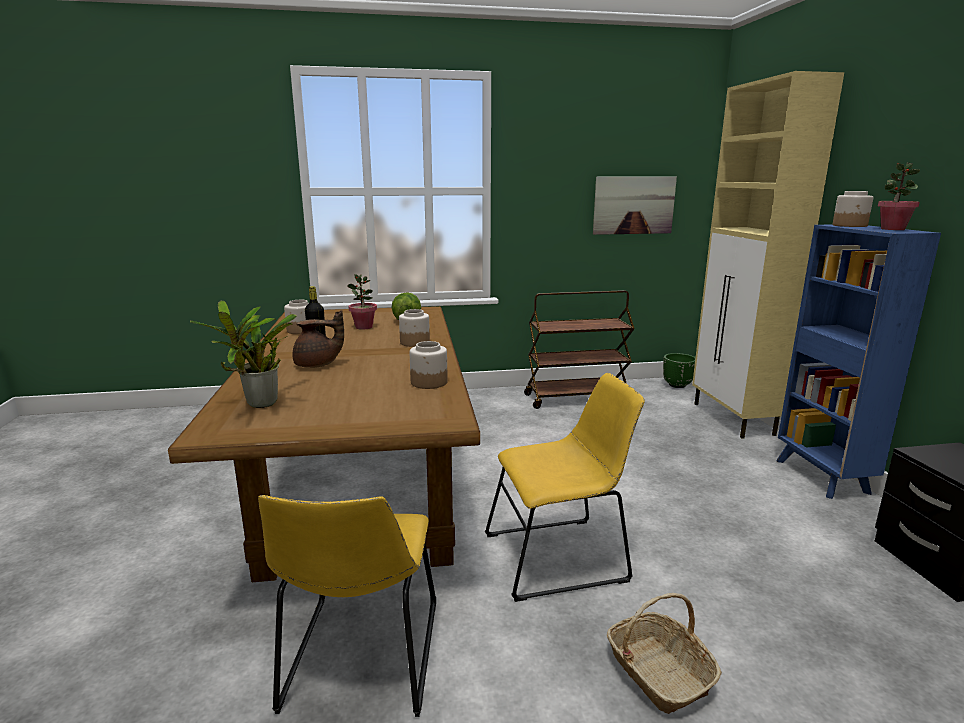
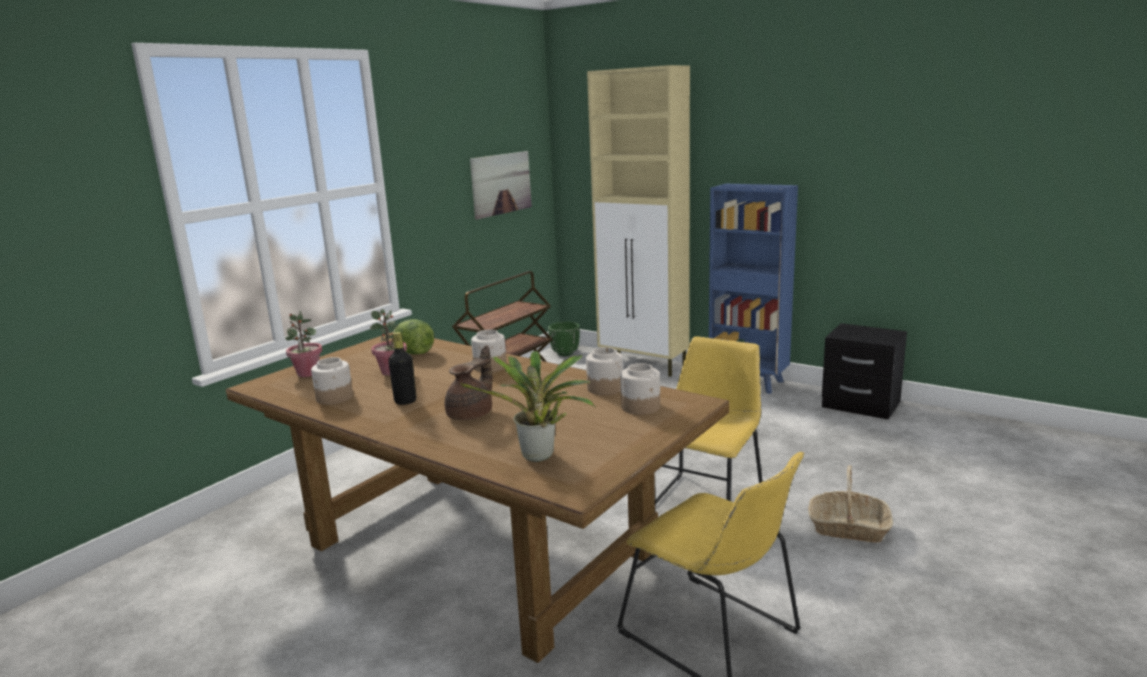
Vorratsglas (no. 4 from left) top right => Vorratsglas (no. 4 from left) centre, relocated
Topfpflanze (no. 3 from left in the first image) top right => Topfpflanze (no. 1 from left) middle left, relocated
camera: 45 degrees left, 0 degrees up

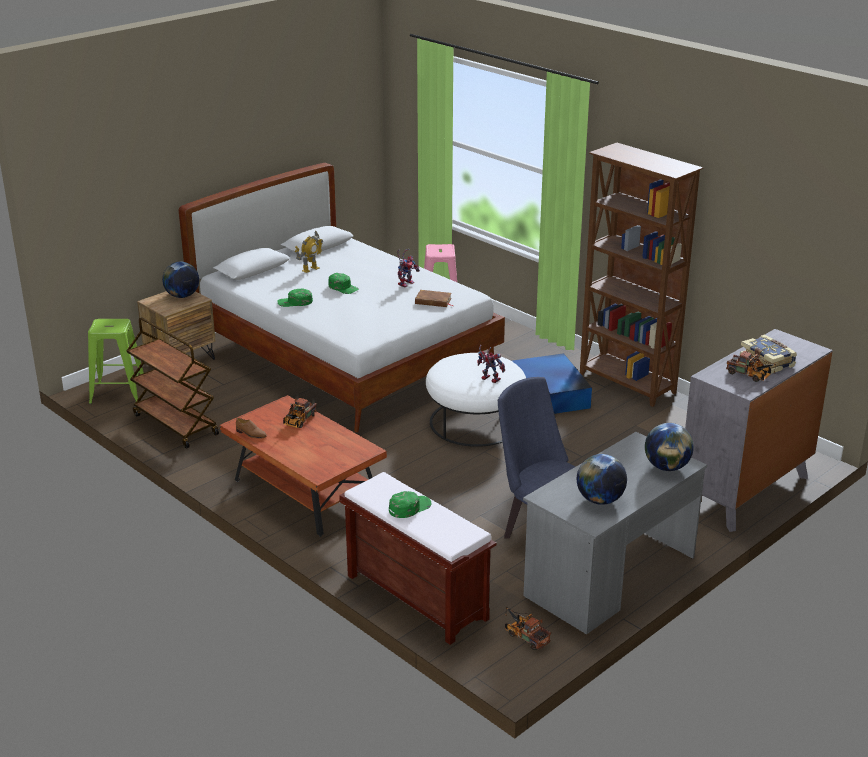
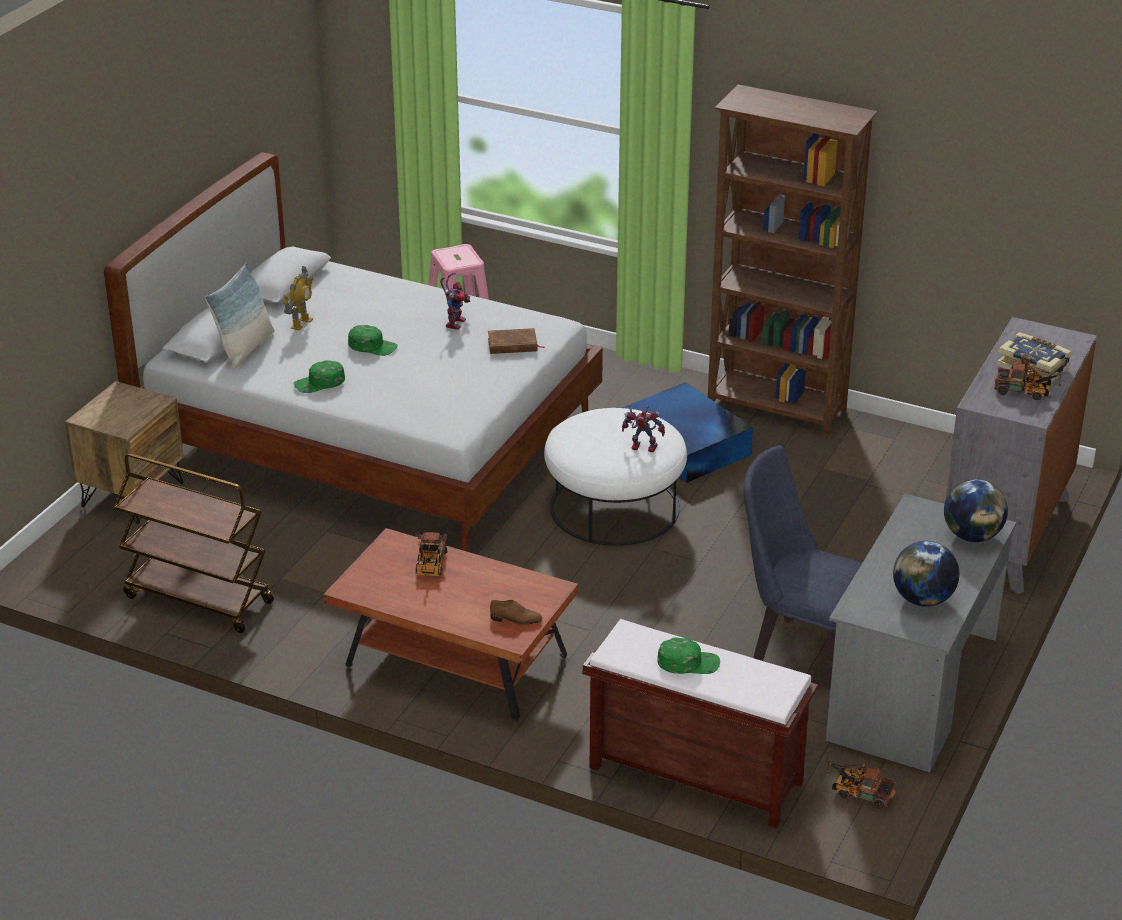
Hocker (grün) middle left => nothing
Globus (no. 1 from left) middle left => nothing
Schuh (braun) middle left => Schuh (braun) centre, relocated
Kappe (grün) (no. 3 from left) centre => Kappe (grün) (no. 3 from left) bottom centre, 60 degrees clockwise
nothing => Kissen middle left
camera: 20 degrees left, 5 degrees up

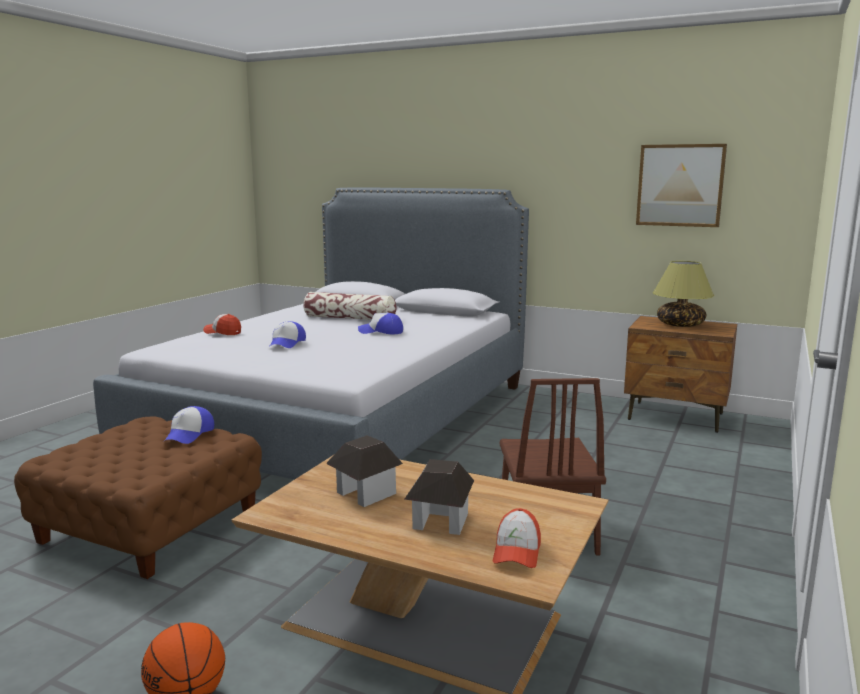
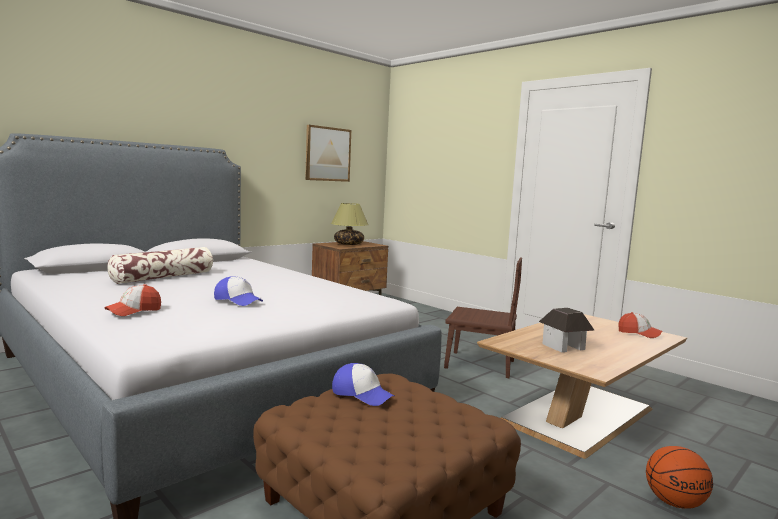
Kappe (no. 4 from left) centre => nothing
Spielzeughaus (no. 2 from left) bottom centre => nothing
camera: 70 degrees left, 5 degrees down

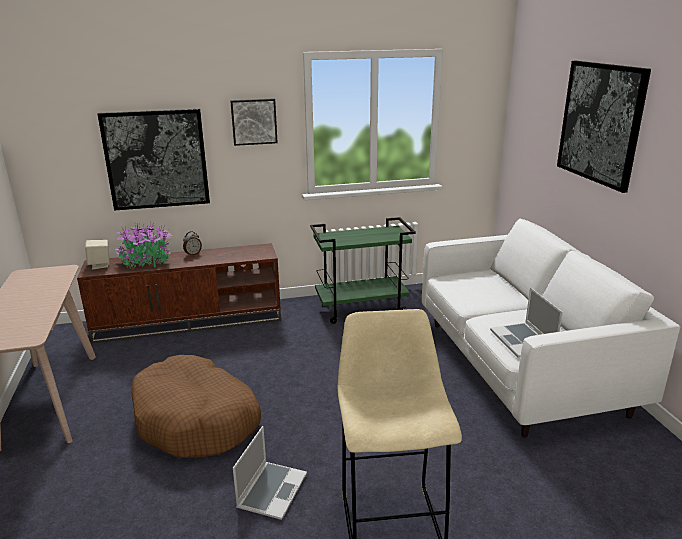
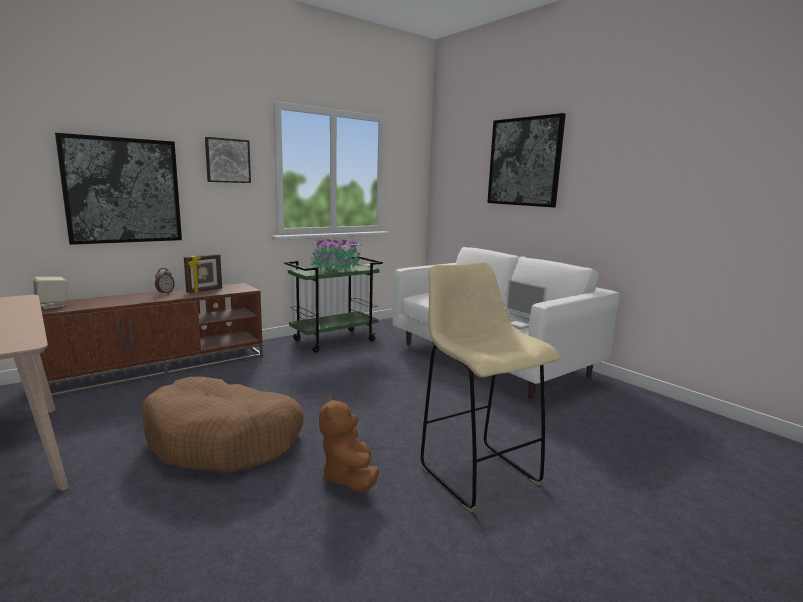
Topfpflanze middle left => Topfpflanze centre, relocated
Laptop (no. 1 from left) bottom centre => Plüschtier (braun) bottom centre
nothing => Bilderrahmen middle left
camera: 25 degrees left, 10 degrees down

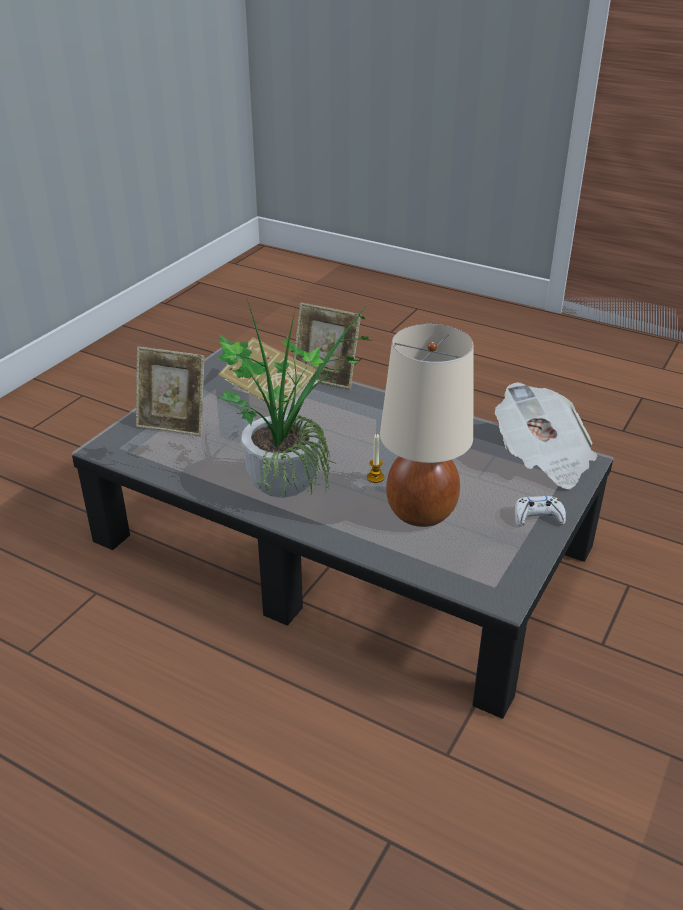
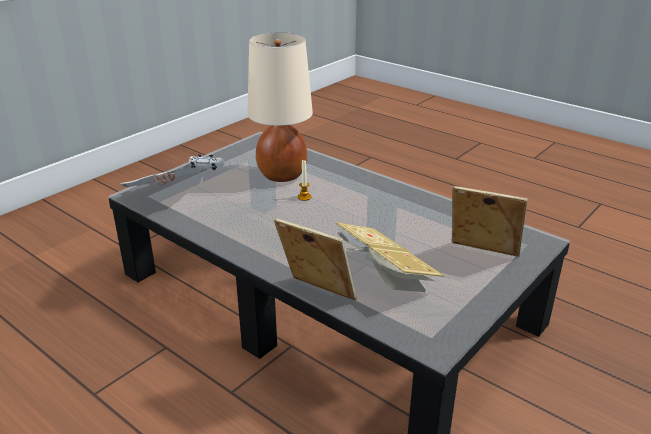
Topfpflanze centre => nothing
camera: 170 degrees left, 5 degrees down

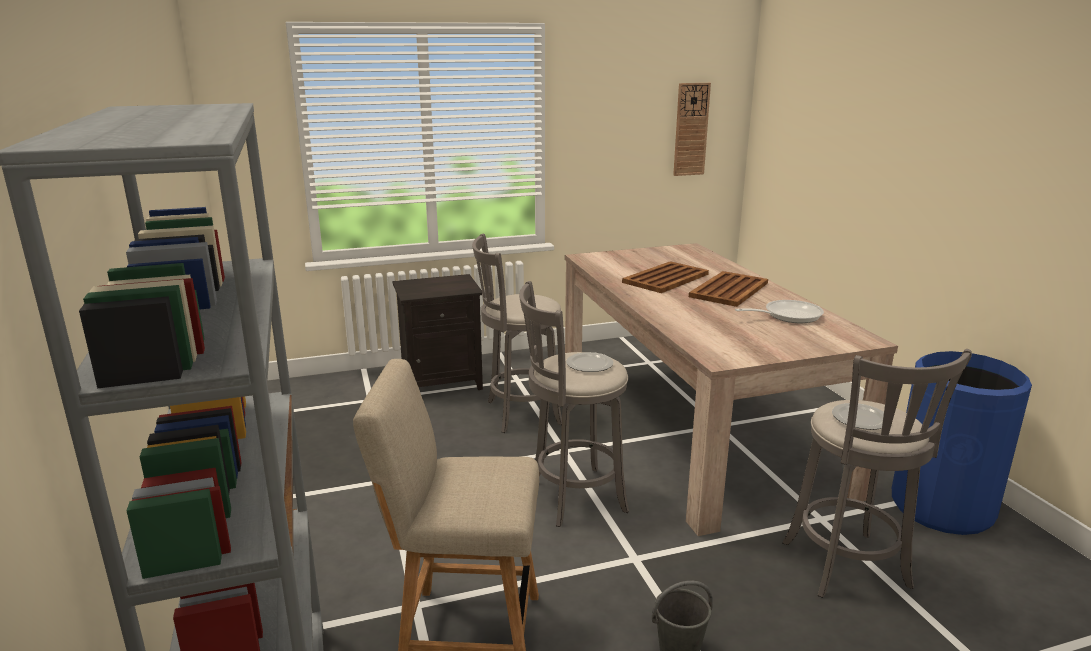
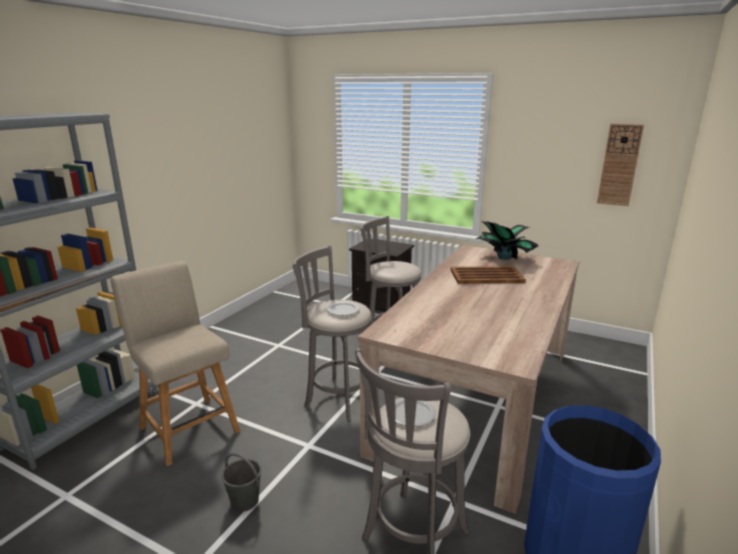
Tablett (braun) (no. 2 from left) middle right => nothing
Pfanne middle right => nothing
nothing => Topfpflanze middle right
camera: 45 degrees right, 0 degrees up

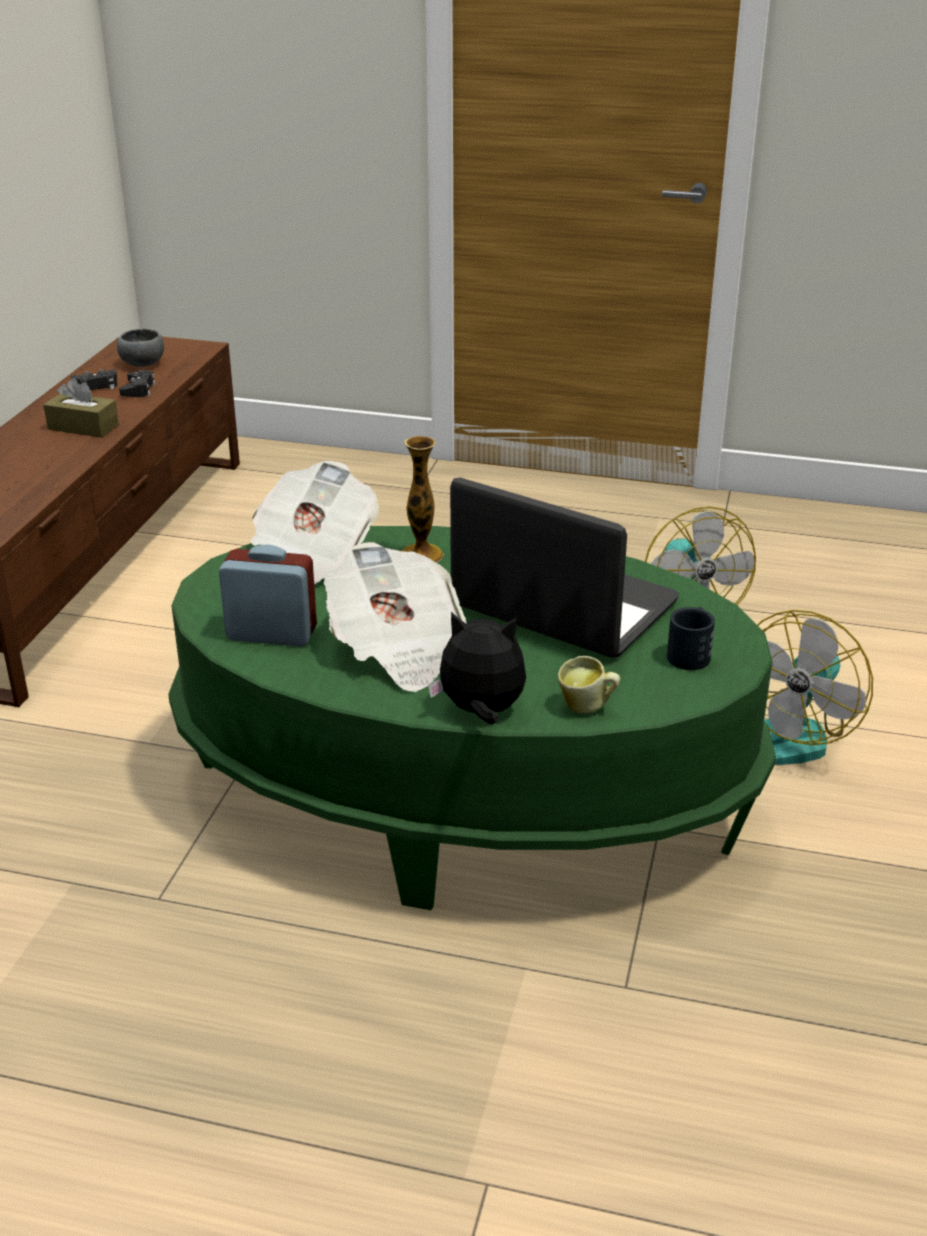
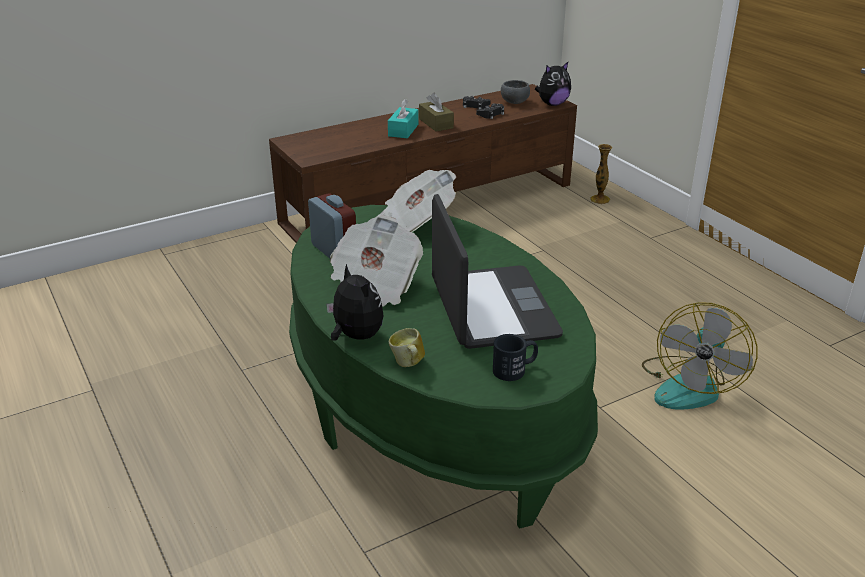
Vase centre => Vase top right, relocated
Ventilator (no. 2 from left) middle right => nothing
nothing => Taschentuchbox (türkis) top centre
nothing => Plüschtier (no. 2 from left) top centre
camera: 45 degrees right, 0 degrees up

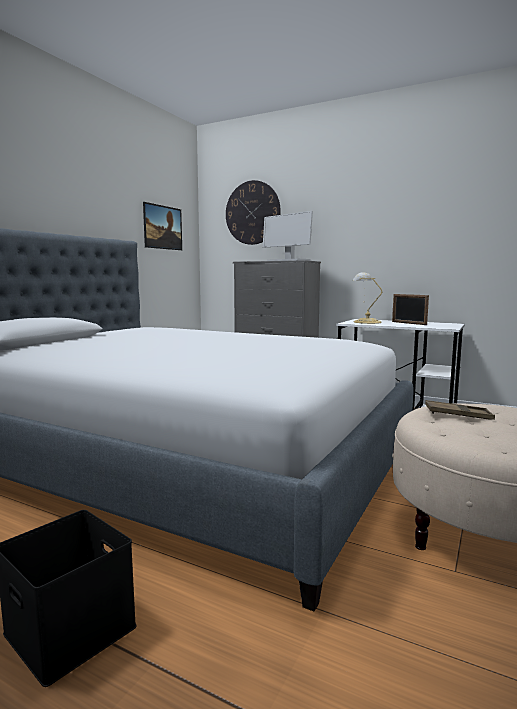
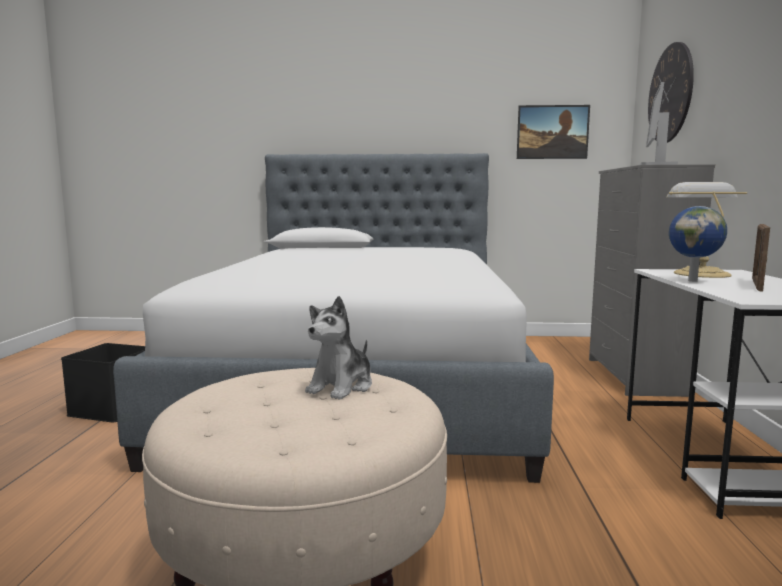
Tablett (braun) middle right => Plüschtier centre
nothing => Globus middle right
camera: 65 degrees right, 0 degrees up

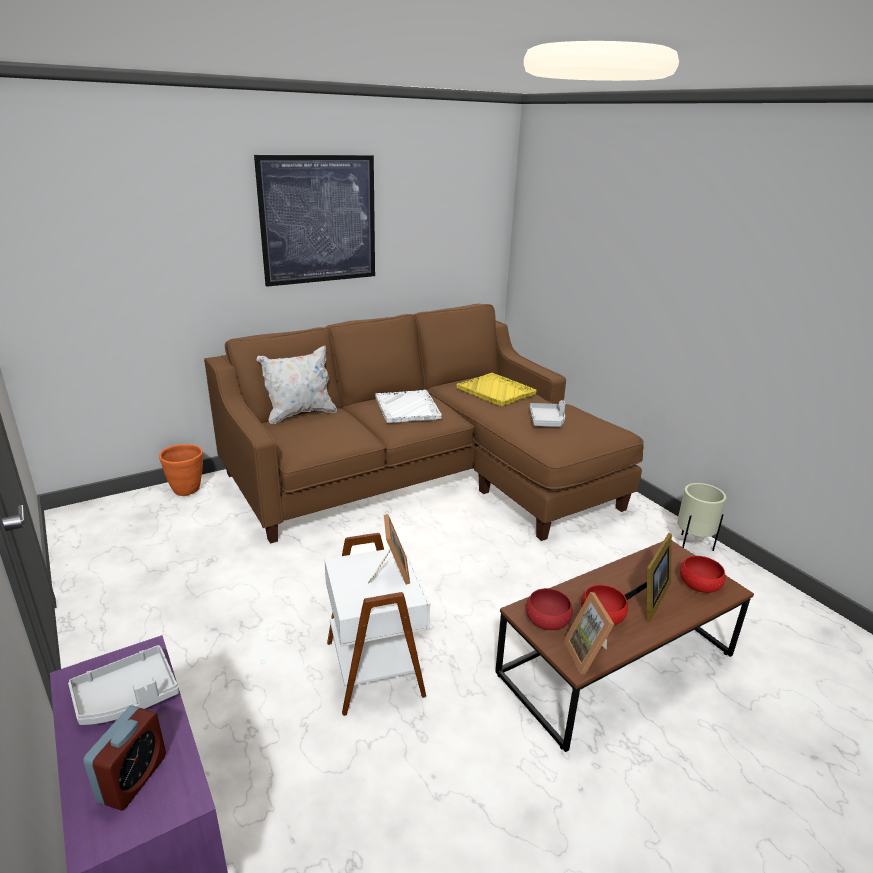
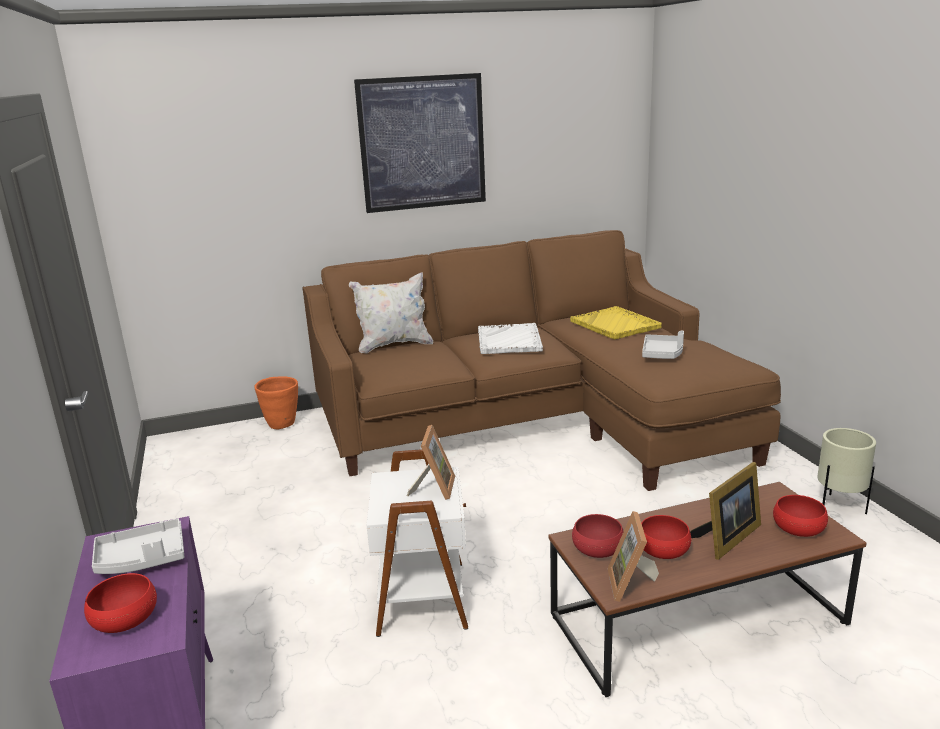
Wecker bottom left => Schüssel (rot) (no. 1 from left) bottom left
camera: 15 degrees right, 5 degrees down

